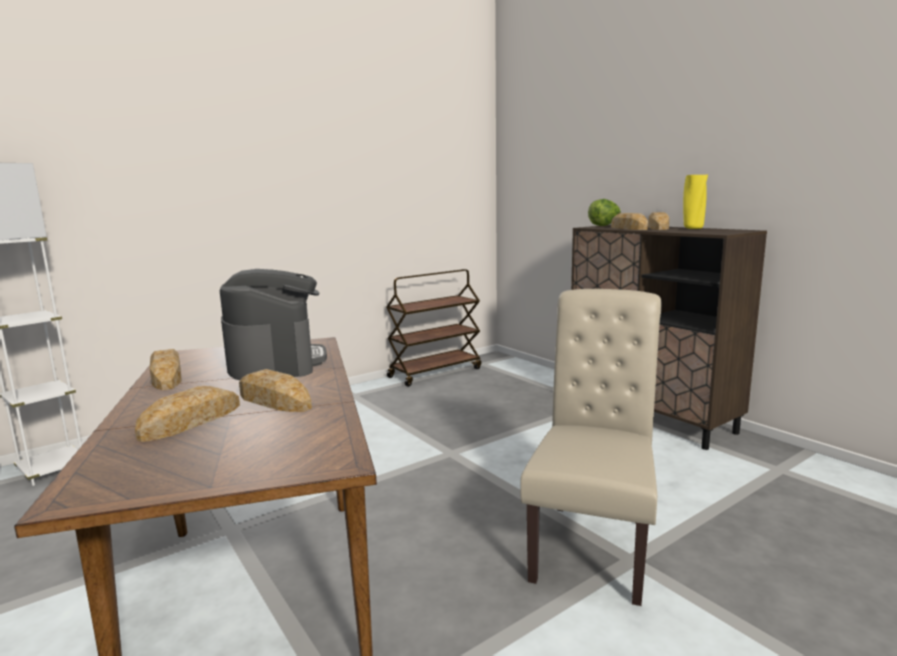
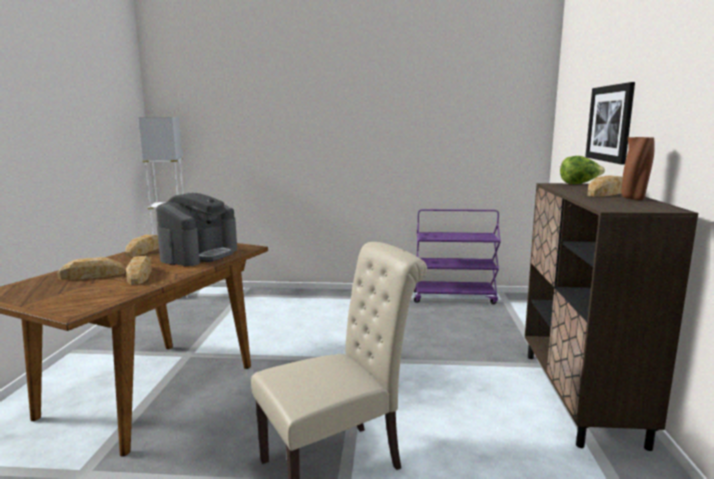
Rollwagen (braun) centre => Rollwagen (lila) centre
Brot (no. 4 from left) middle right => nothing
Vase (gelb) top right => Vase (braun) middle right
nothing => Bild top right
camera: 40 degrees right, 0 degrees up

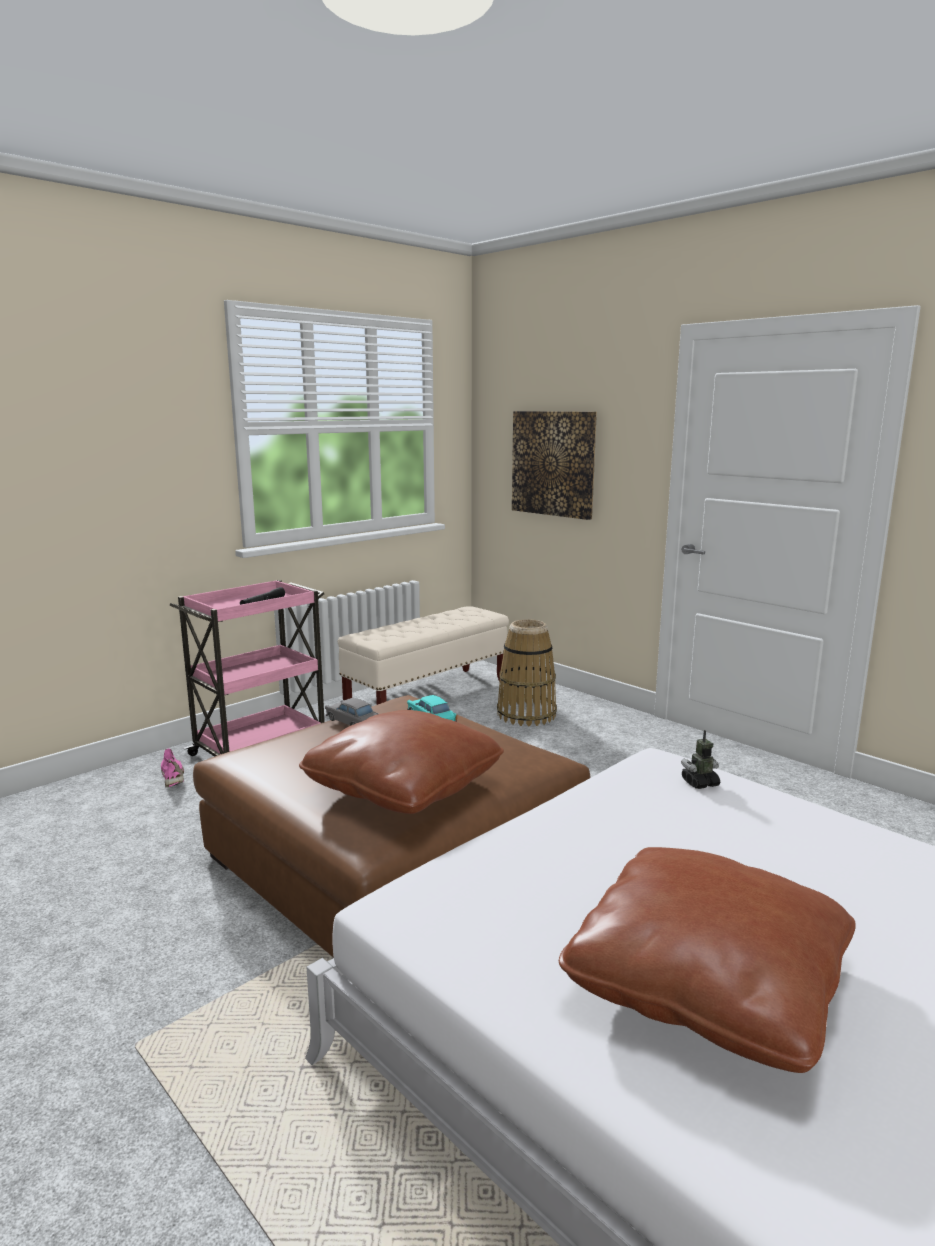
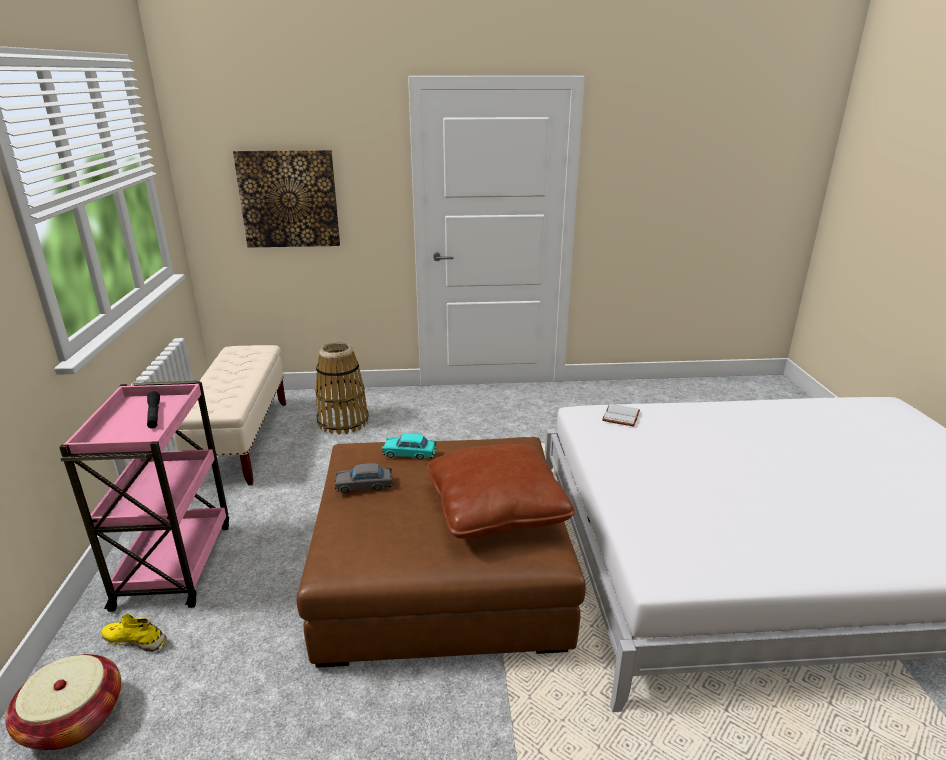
Schuh (rosa) middle left => Schuh (gelb) bottom left
Kissen (braun) (no. 2 from left) bottom right => nothing
Spielzeugroboter middle right => Buch (weiß) centre
nothing => Korb (no. 1 from left) bottom left
camera: 50 degrees left, 10 degrees up

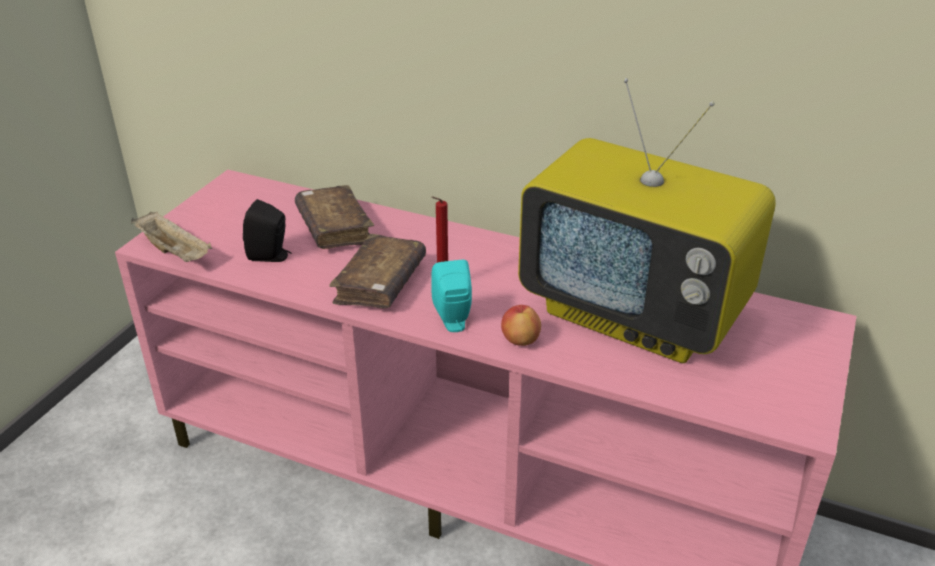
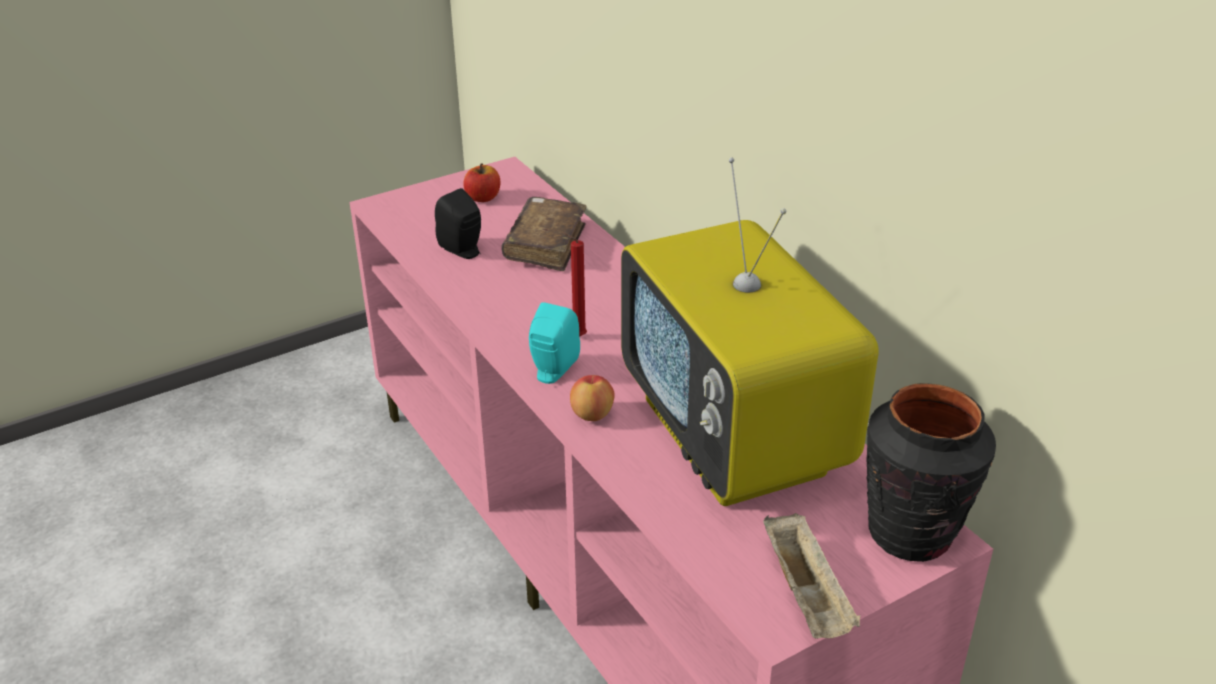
Tablett (beige) middle left => Tablett (beige) bottom right, relocated
Buch (braun) (no. 2 from left) centre => nothing
nothing => Apfel (no. 1 from left) top centre
nothing => Vase (schwarz) bottom right
camera: 35 degrees right, 0 degrees up

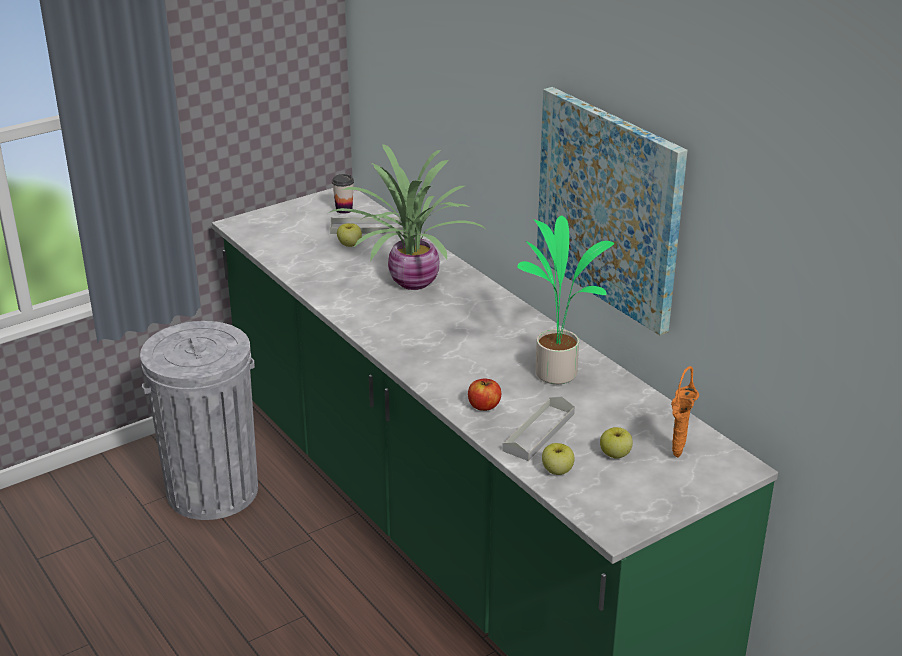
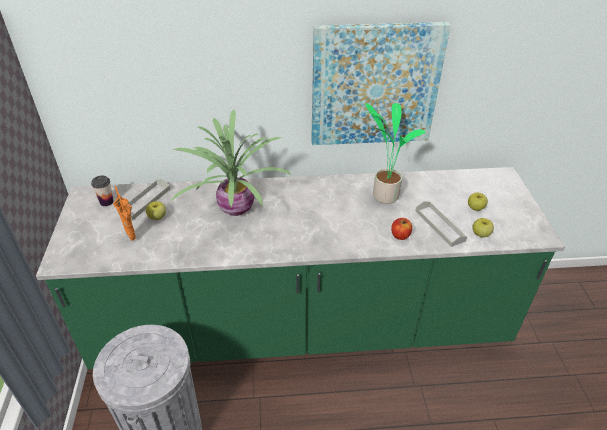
Vase (orange) middle right => Vase (orange) middle left, relocated
camera: 60 degrees left, 10 degrees up

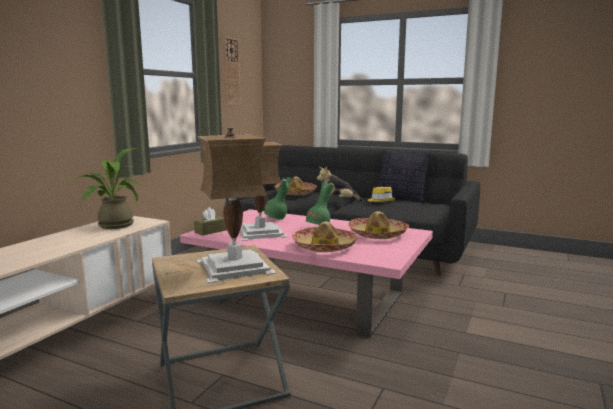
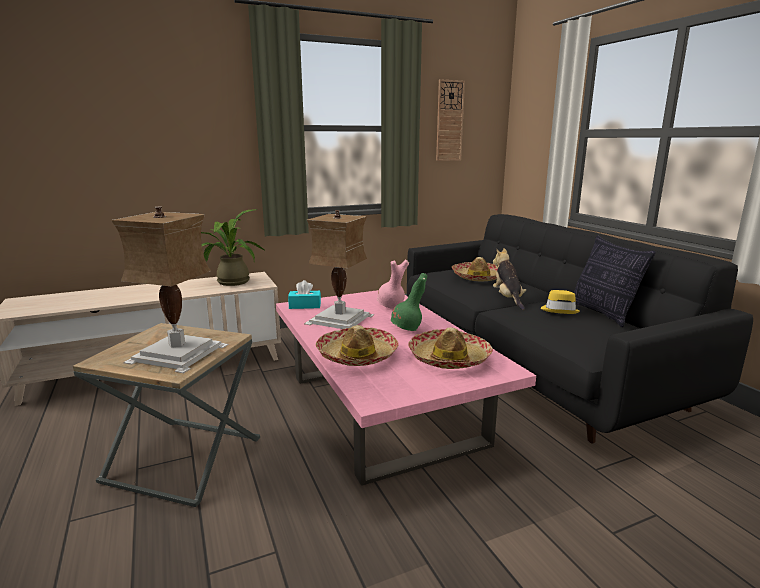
Taschentuchbox (braun) centre => Taschentuchbox (türkis) centre
Vase (grün) (no. 1 from left) centre => Vase (rosa) centre
Plüschtier centre => Plüschtier middle right, 45 degrees clockwise
camera: 40 degrees right, 5 degrees up

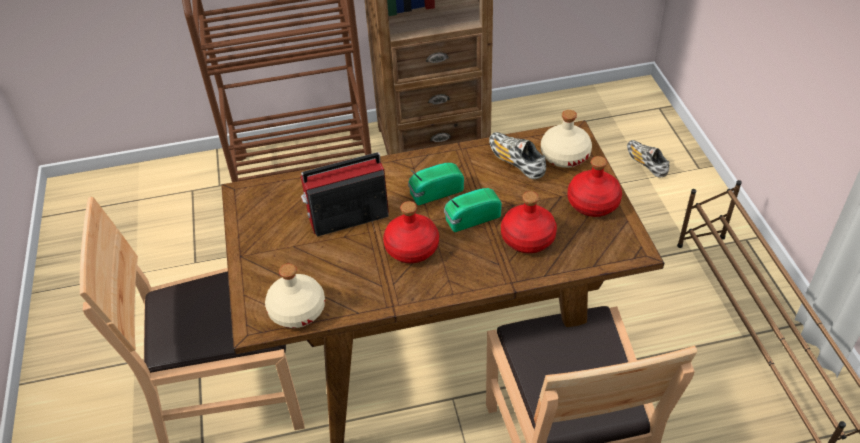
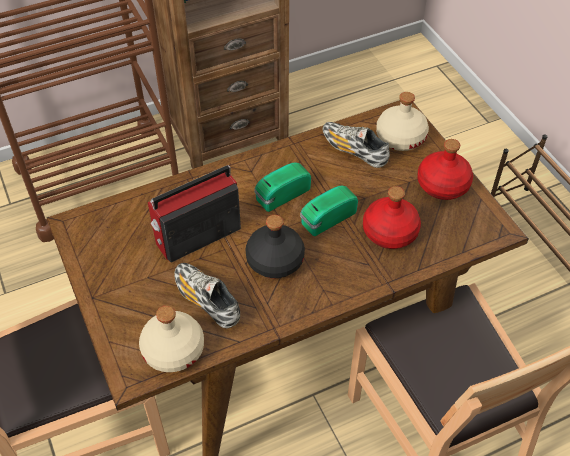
Flasche (rot) (no. 1 from left) centre => Flasche (schwarz) centre
Schuh (no. 2 from left in the first image) middle right => Schuh (no. 1 from left) centre, relocated
camera: 15 degrees left, 5 degrees up

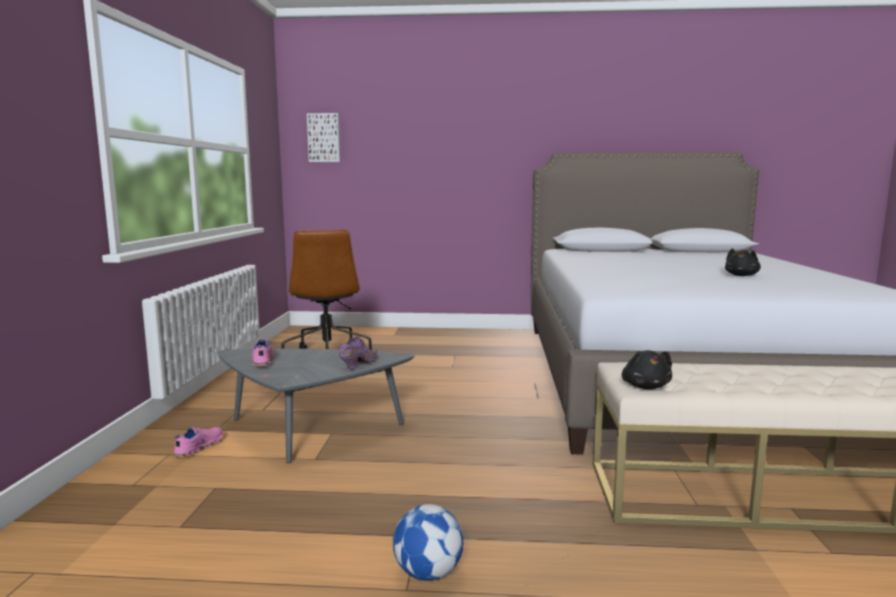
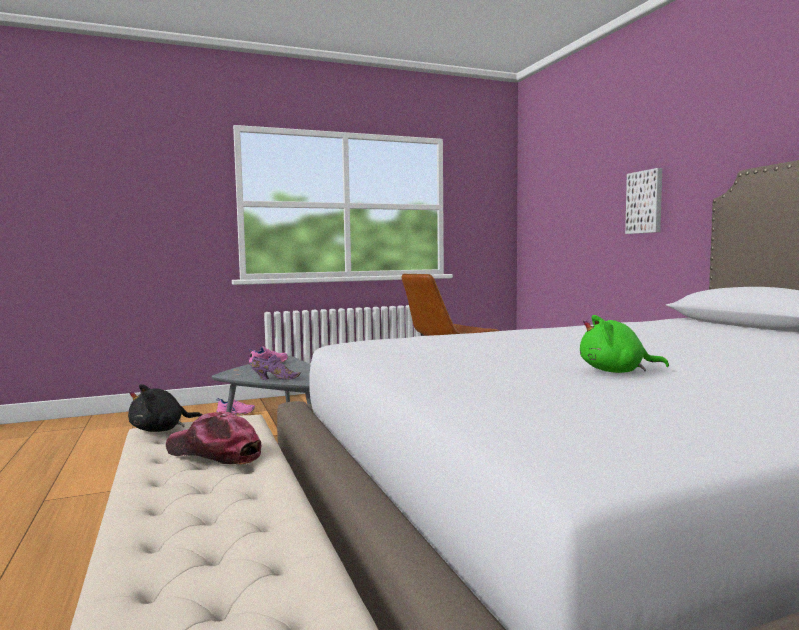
Bild top centre => Bild top right, relocated
Fußball bottom centre => nothing
Plüschtier (schwarz) (no. 2 from left) middle right => Plüschtier (grün) middle right
nothing => Kappe bottom left
camera: 65 degrees right, 5 degrees down

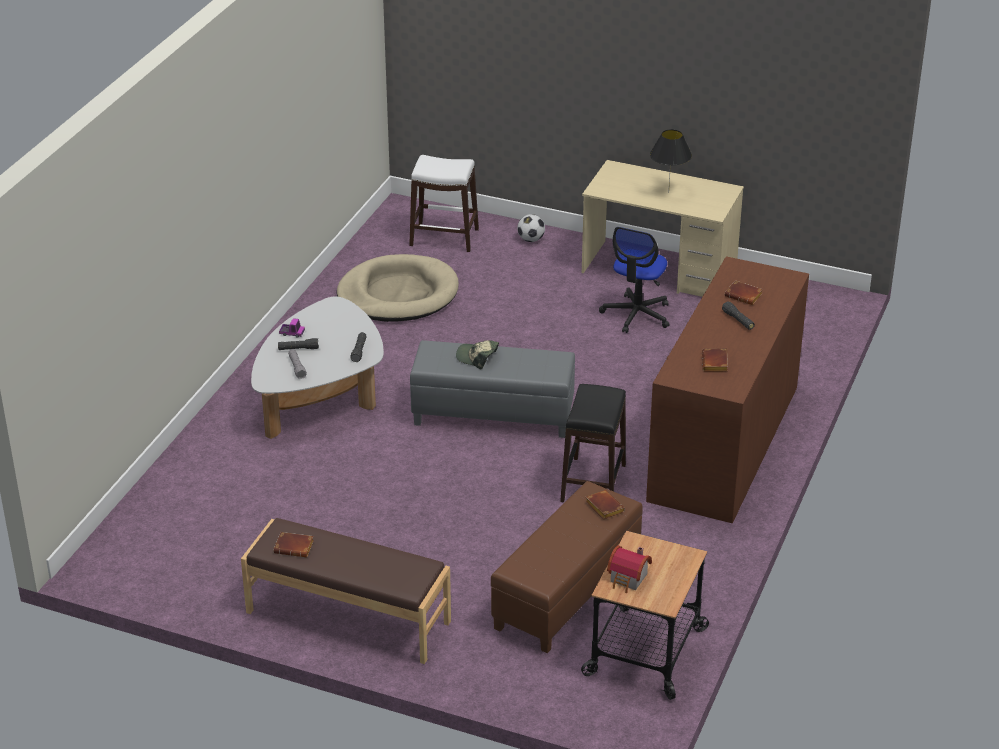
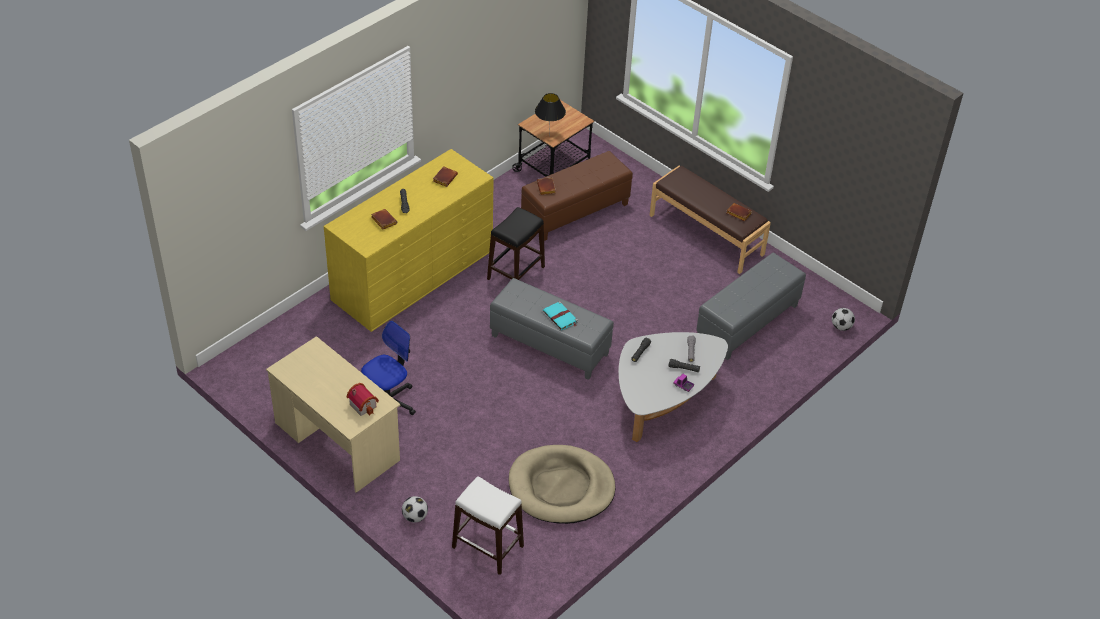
Kappe centre => Buch (türkis) centre
Spielzeughaus bottom centre => Spielzeughaus middle left, relocated
Kommode (braun) middle right => Kommode (gelb) centre
Tischlampe (schwarz) top right => Tischlampe (schwarz) top centre, relocated
nothing => Polsterhocker (grau) (no. 2 from left) middle right
nothing => Fußball (no. 2 from left) middle right
camera: 160 degrees left, 10 degrees up

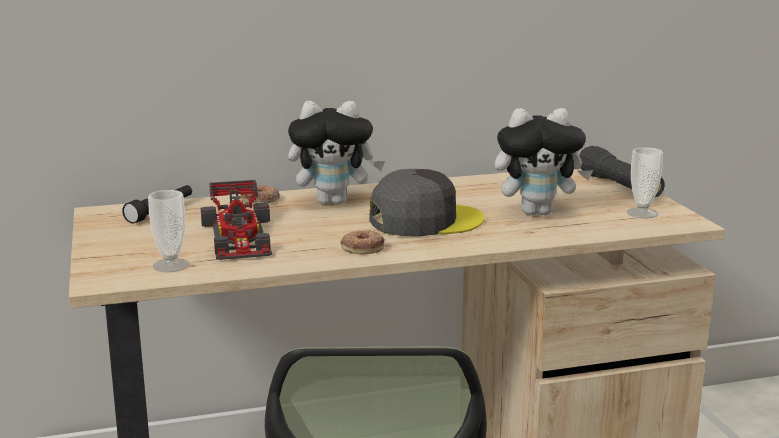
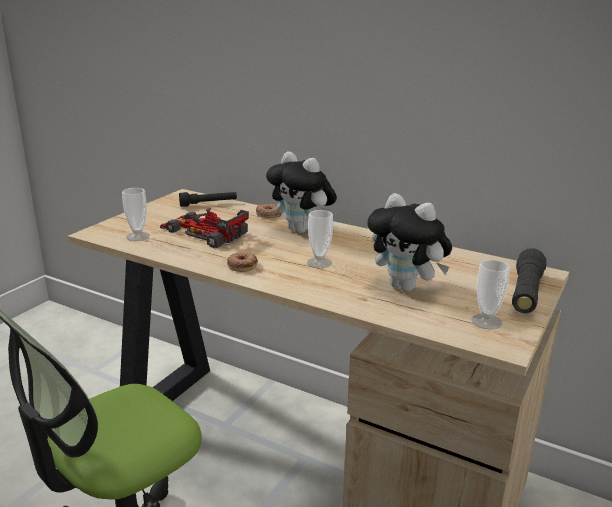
Spielzeugauto middle left => Spielzeugauto centre, 90 degrees clockwise
Kappe (grau) centre => Tasse (no. 2 from left) centre
camera: 45 degrees right, 5 degrees up

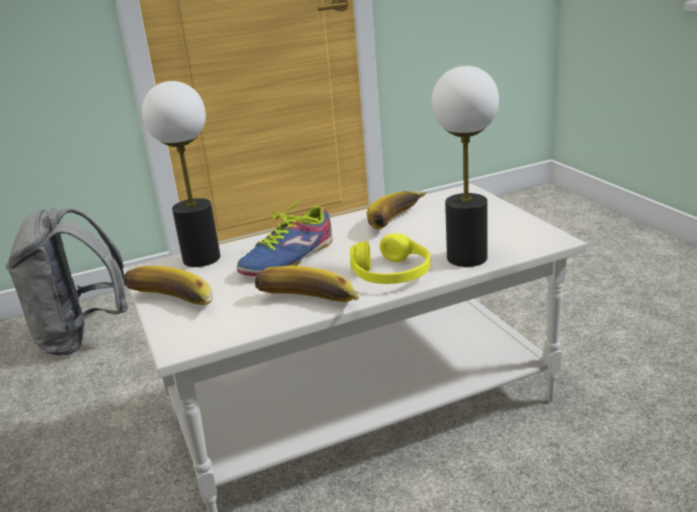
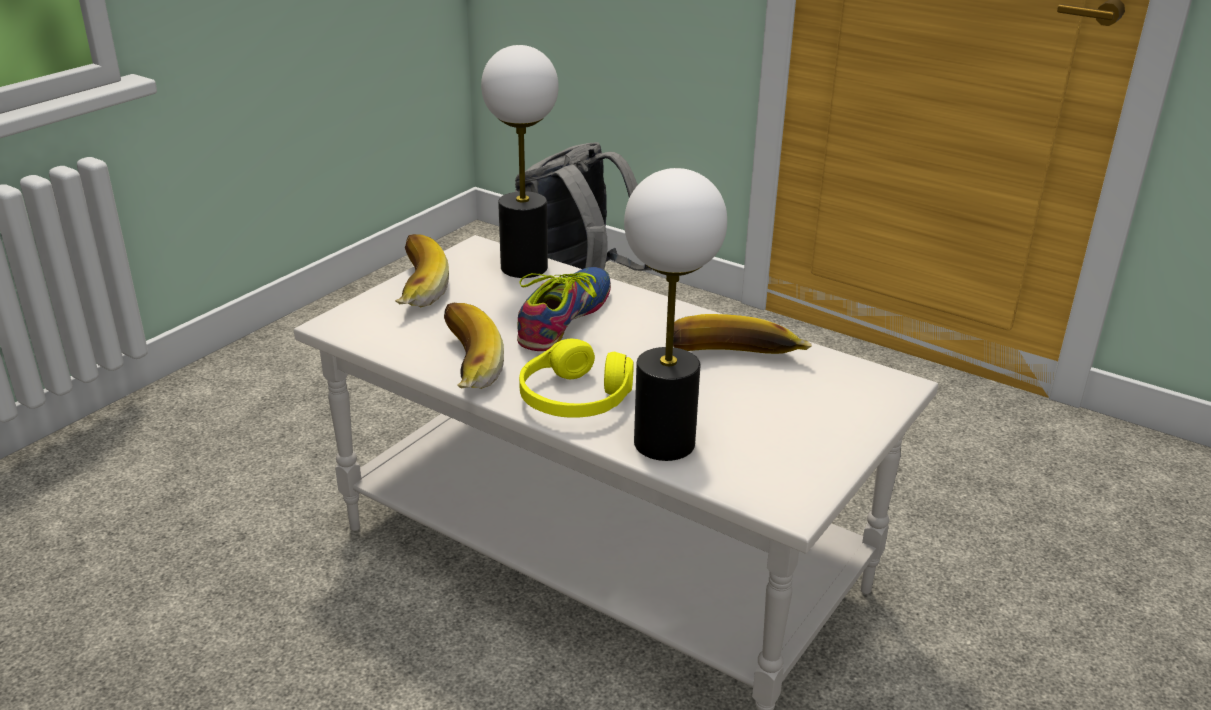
Schuh centre, 105 degrees clockwise
camera: 55 degrees right, 5 degrees up

